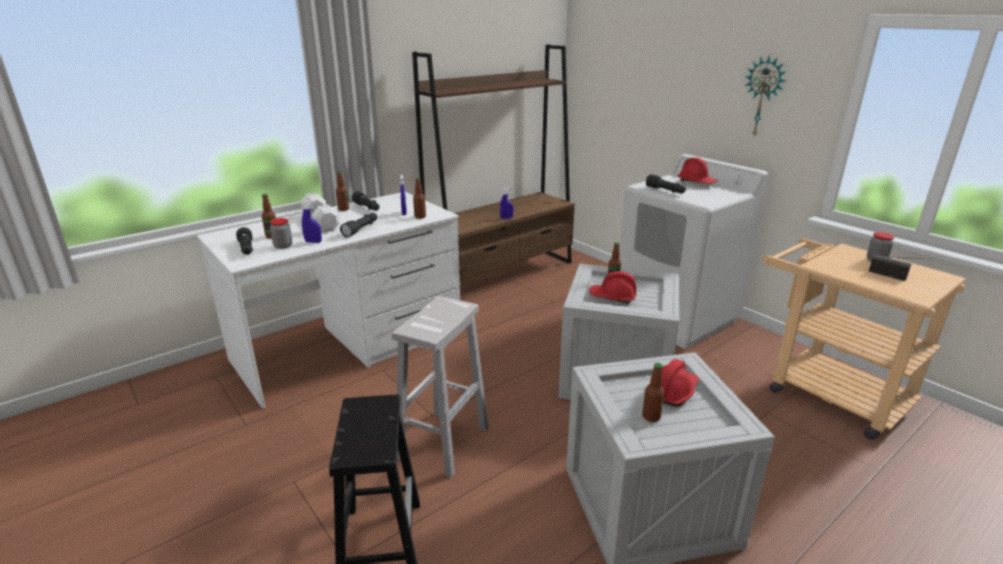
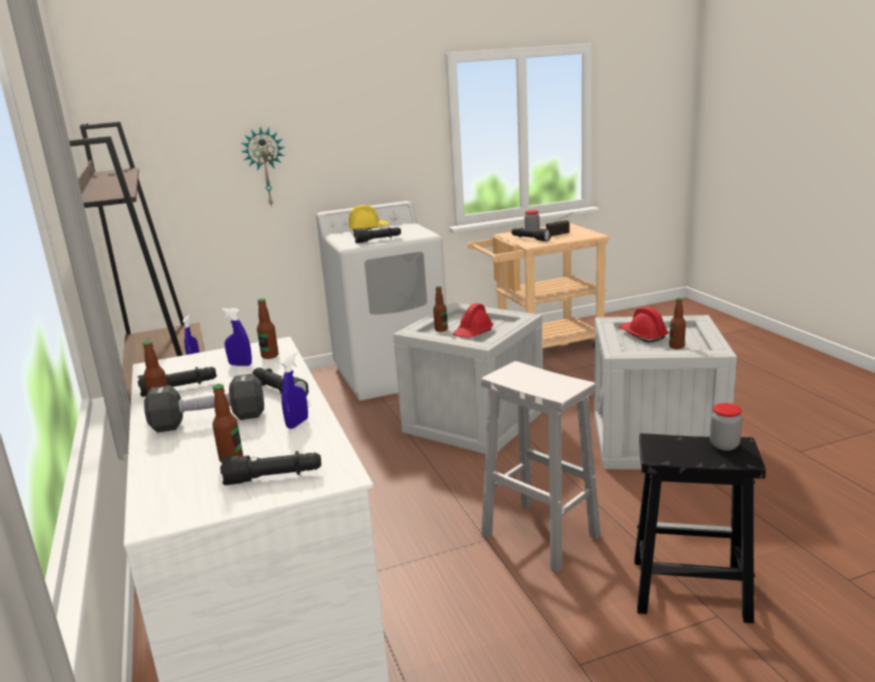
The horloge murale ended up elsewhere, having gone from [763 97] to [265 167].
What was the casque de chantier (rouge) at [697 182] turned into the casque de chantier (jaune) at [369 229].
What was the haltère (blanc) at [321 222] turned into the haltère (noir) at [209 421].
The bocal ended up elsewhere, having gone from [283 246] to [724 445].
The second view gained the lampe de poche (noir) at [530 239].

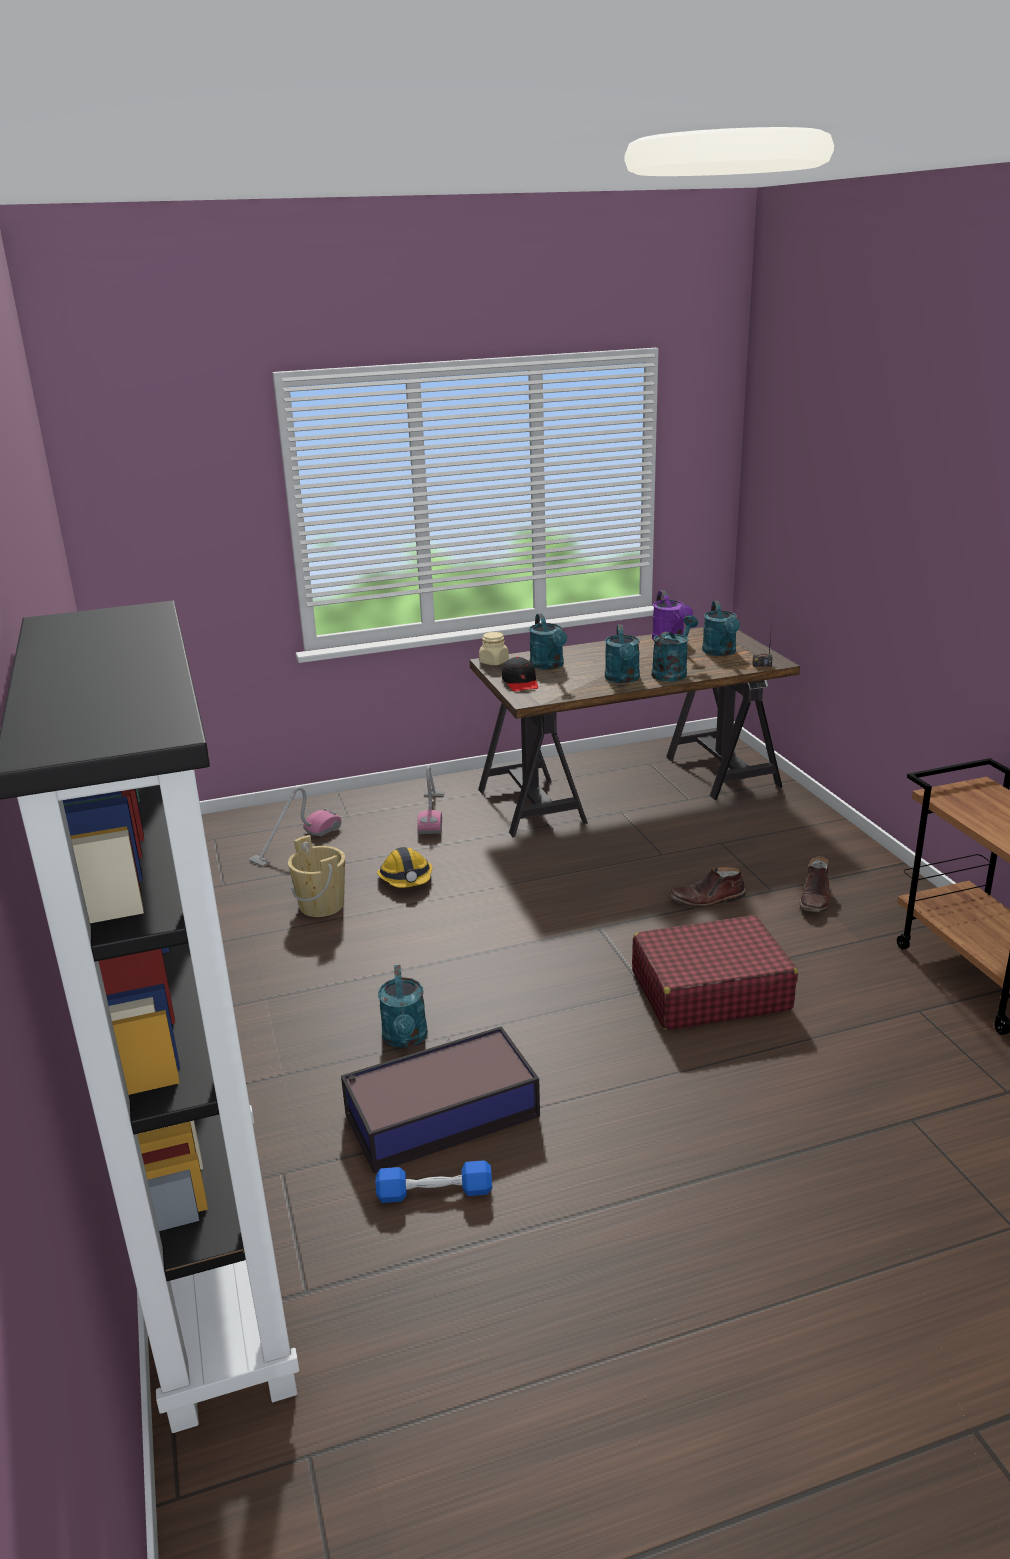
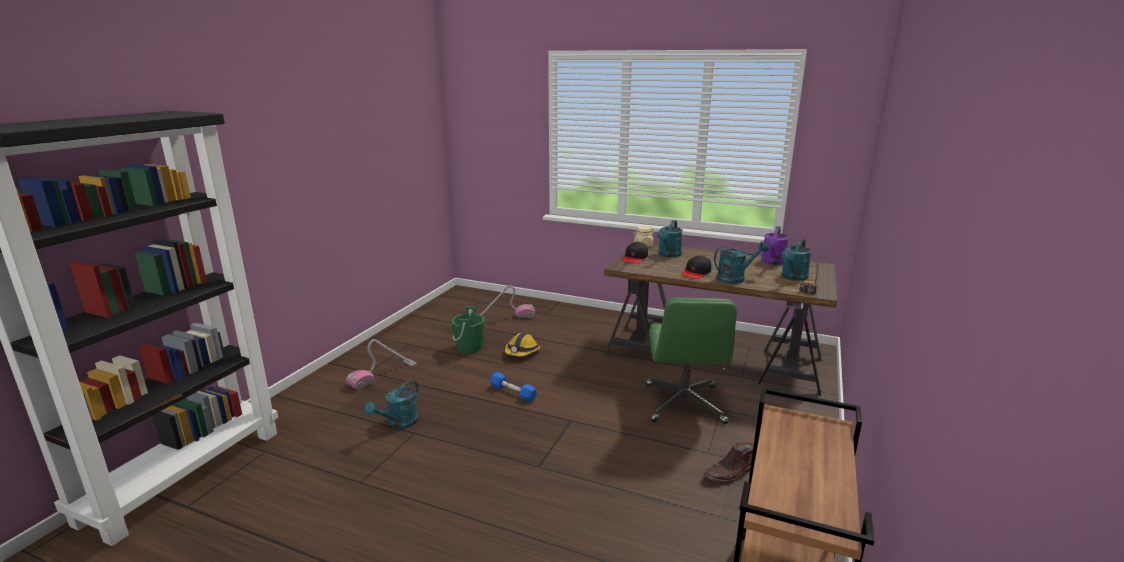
Where the arrosoir (turquoise) stood at [623 679], the casquette (noir) came to stand at [696 273].
The aspirateur ended up elsewhere, having gone from [432 813] to [383 375].
What was the seau (beige) at [321 905] turned into the seau (vert) at [469 347].
The second view lost the botte (marron) at [707 899].
The second view lost the valise (rouge) at [709 990].
The second view lost the boîte de rangement at [439 1115].
The haltère (bleu) ended up elsewhere, having gone from [434 1192] to [513 392].
The second view gained the chaise de bureau (vert) at [684 404].

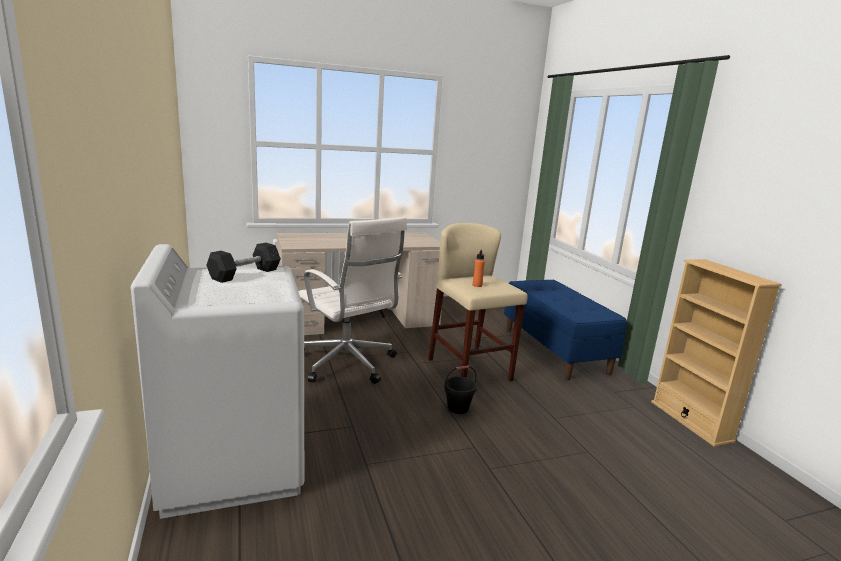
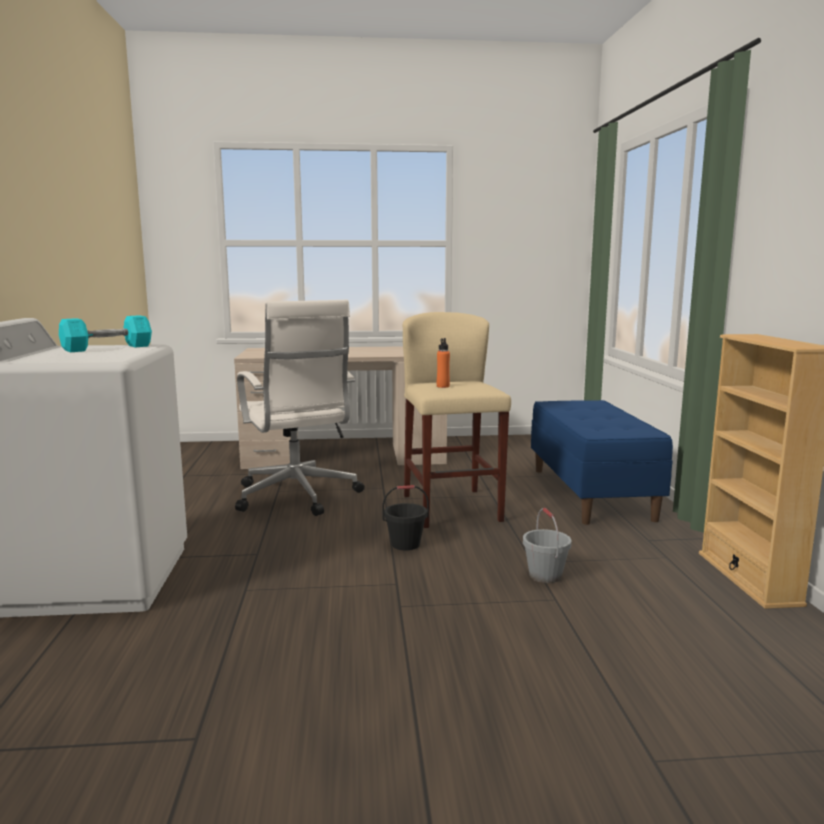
What was the haltère (noir) at [245 274] turned into the haltère (turquoise) at [107 348].
The second view gained the seau (gris) at [545 576].

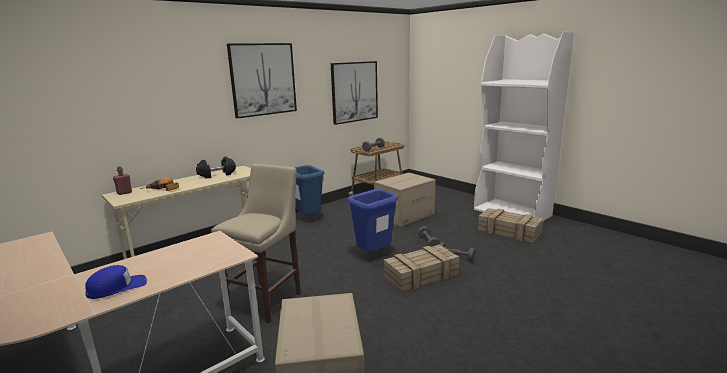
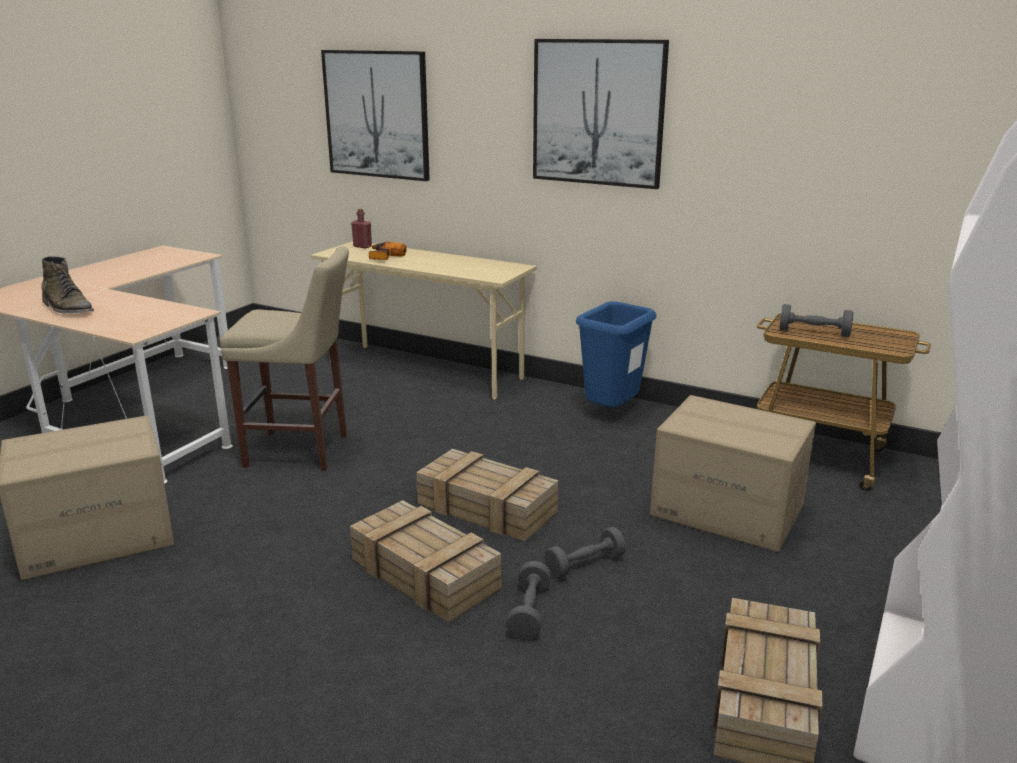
The tableau ended up elsewhere, having gone from [354 92] to [377 114].
The second view lost the haltère (noir) at [217 175].
Where the poubelle (bleu) stood at [374 255], the caisse came to stand at [489 508].
Where the casquette (bleu) stood at [117 287], the botte (vert) came to stand at [68 308].

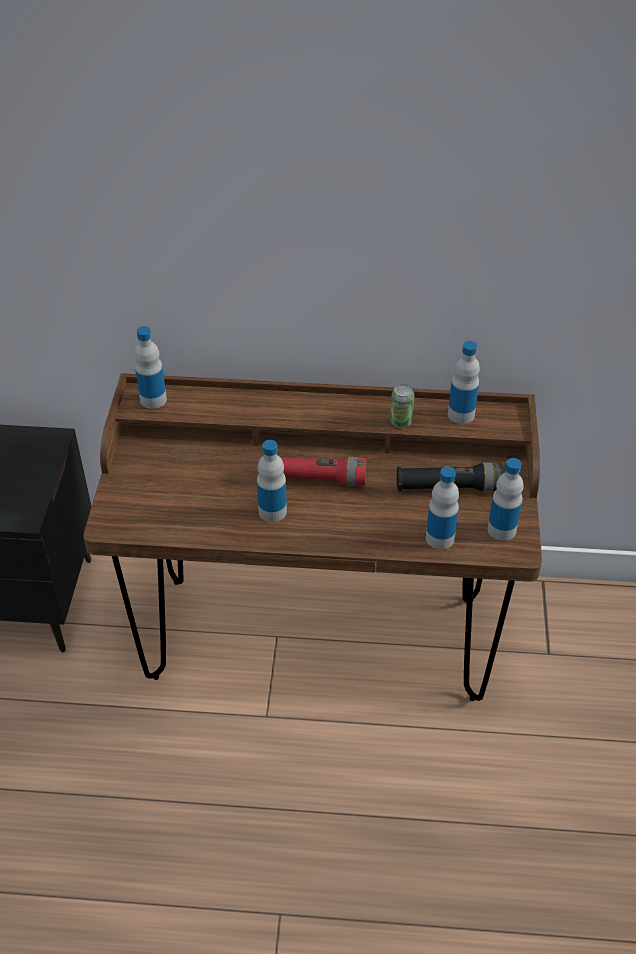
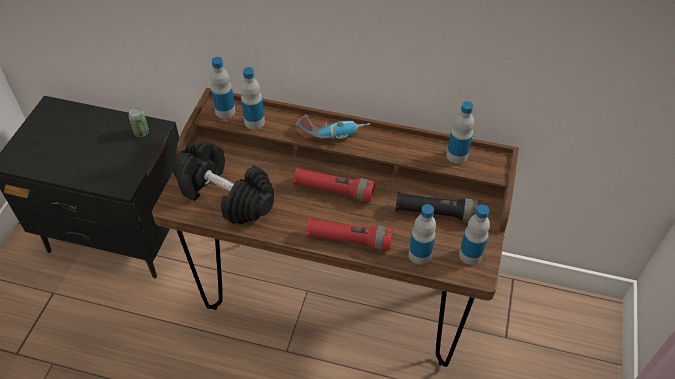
The boîte métallique ended up elsewhere, having gone from [401 421] to [141 132].
The bouteille ended up elsewhere, having gone from [272 511] to [254 122].
The second view gained the perceuse at [333 131].
The second view gained the haltère (noir) at [225 196].
The second view gained the lampe de poche (rouge) at [349 240].

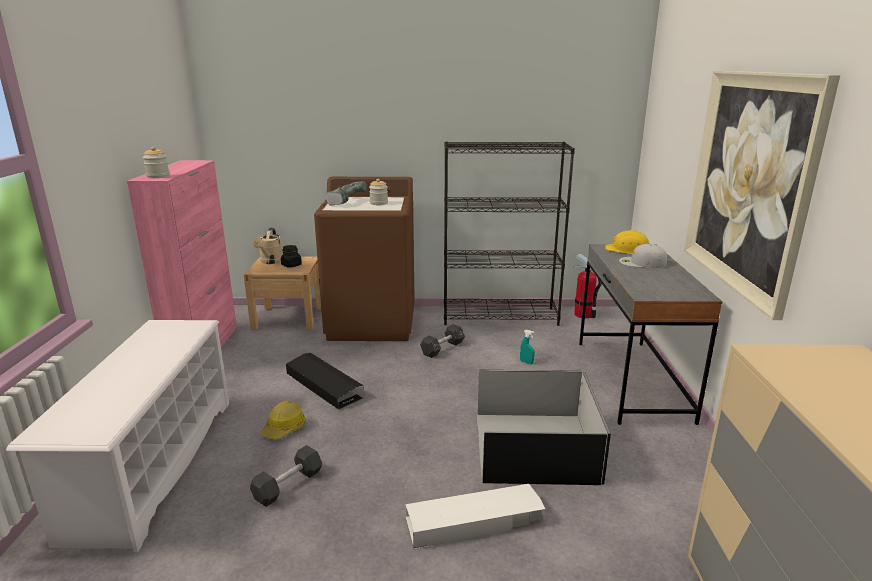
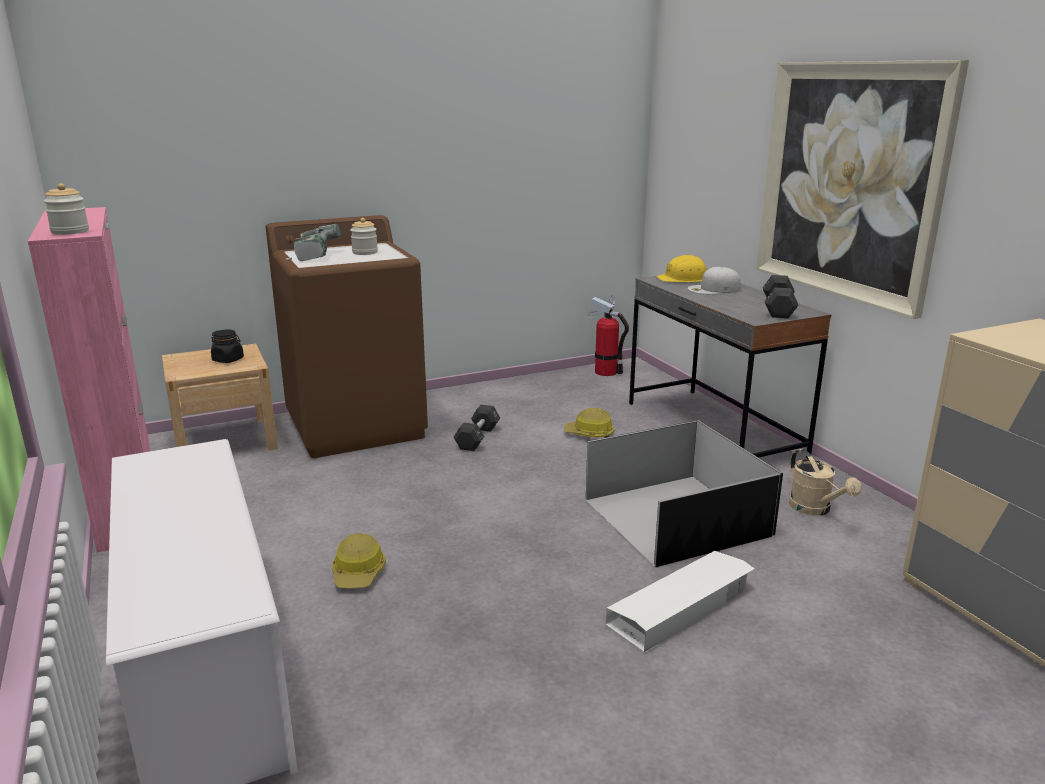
The second view lost the bibliothèque (noir) at [500 316].
The arrosoir (beige) ended up elsewhere, having gone from [270 262] to [815 509].
Where the vaporisateur (turquoise) stood at [526 362], the casque de chantier came to stand at [589 434].
The second view lost the boîte de rangement (noir) at [324 385].
The haltère (noir) ended up elsewhere, having gone from [288 485] to [778 309].

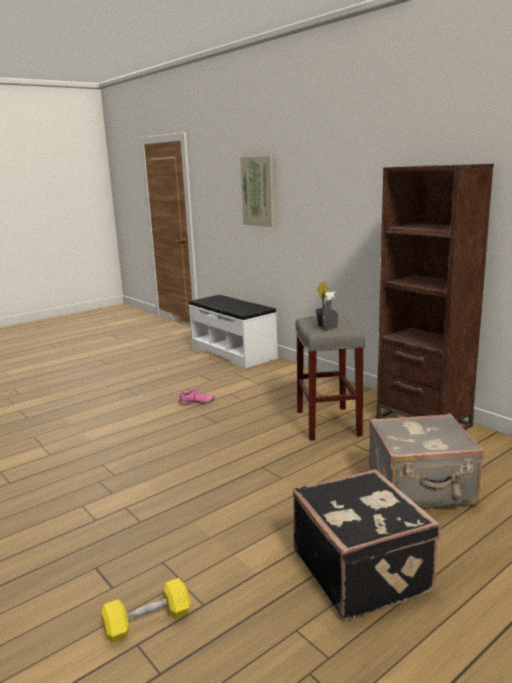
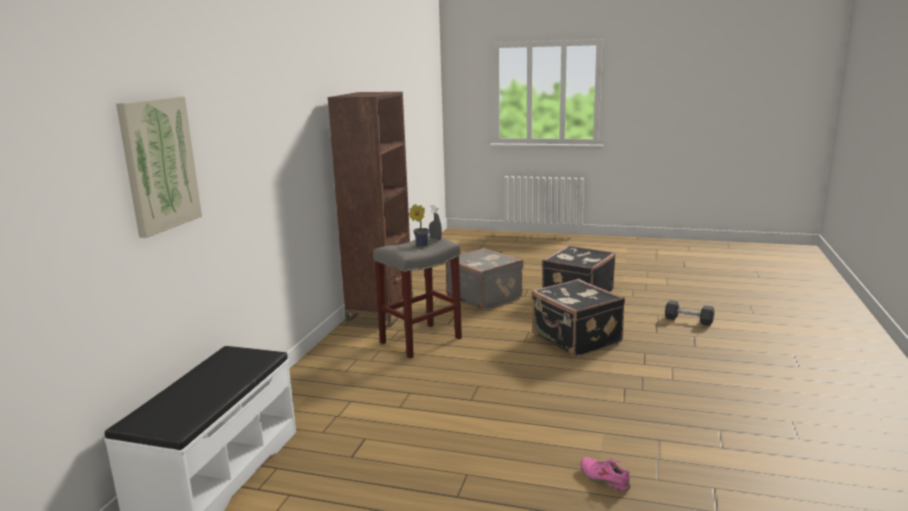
The chaussure (rose) ended up elsewhere, having gone from [197 403] to [605 479].
What was the haltère (jaune) at [148 622] turned into the haltère (gris) at [688 320].
The second view gained the valise (noir) at [575 339].

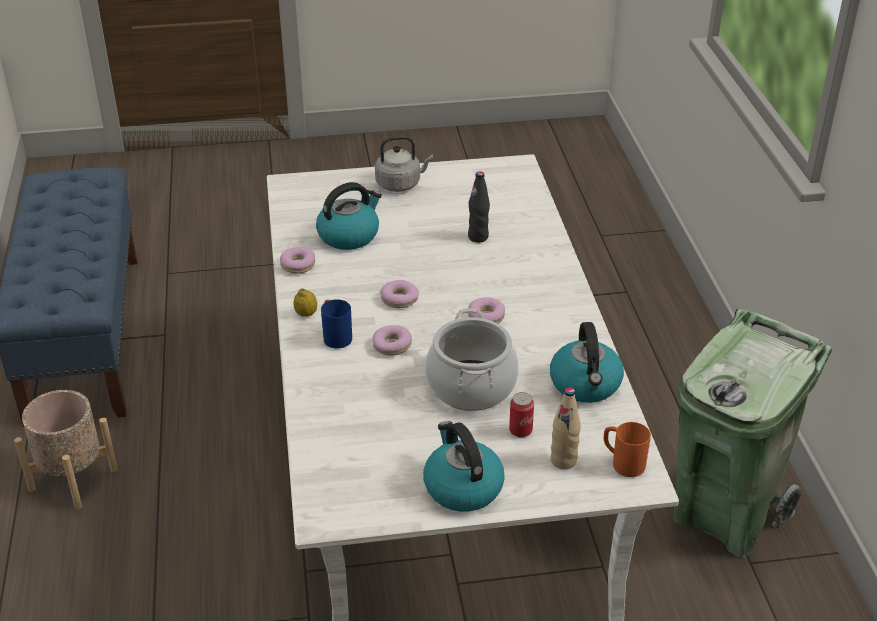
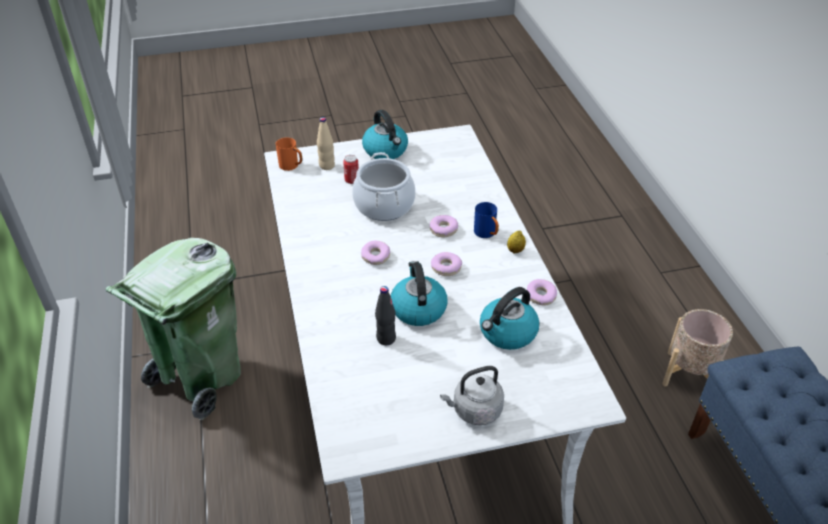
The bouilloire ended up elsewhere, having gone from [586 385] to [418 308].

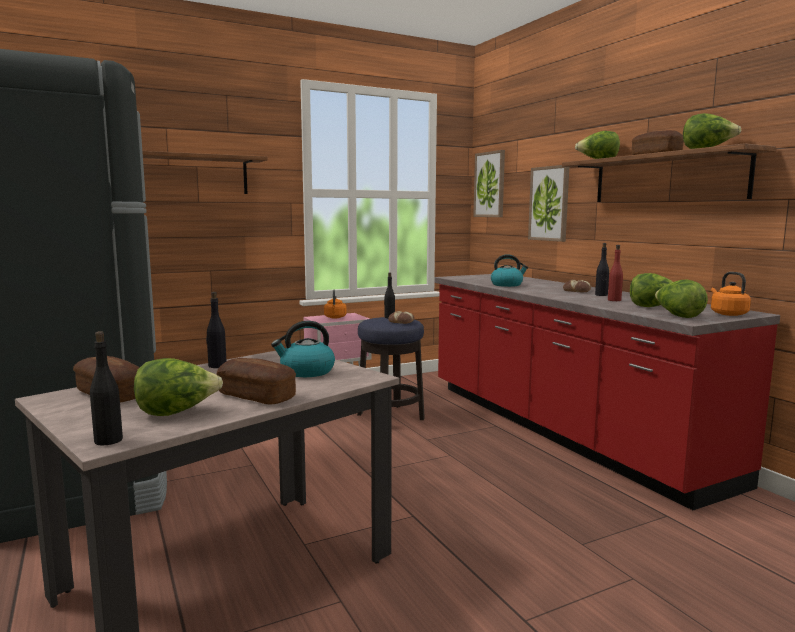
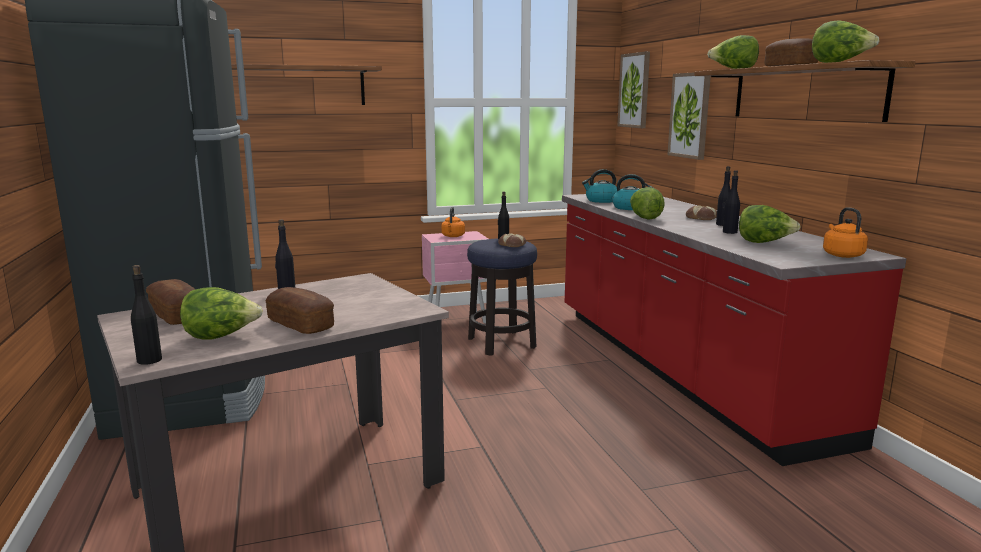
What was the bouteille (rouge) at [614 300] turned into the bouteille (noir) at [730 232].
The laitue ended up elsewhere, having gone from [678 316] to [644 218].
The bouilloire ended up elsewhere, having gone from [306 372] to [601 201].

